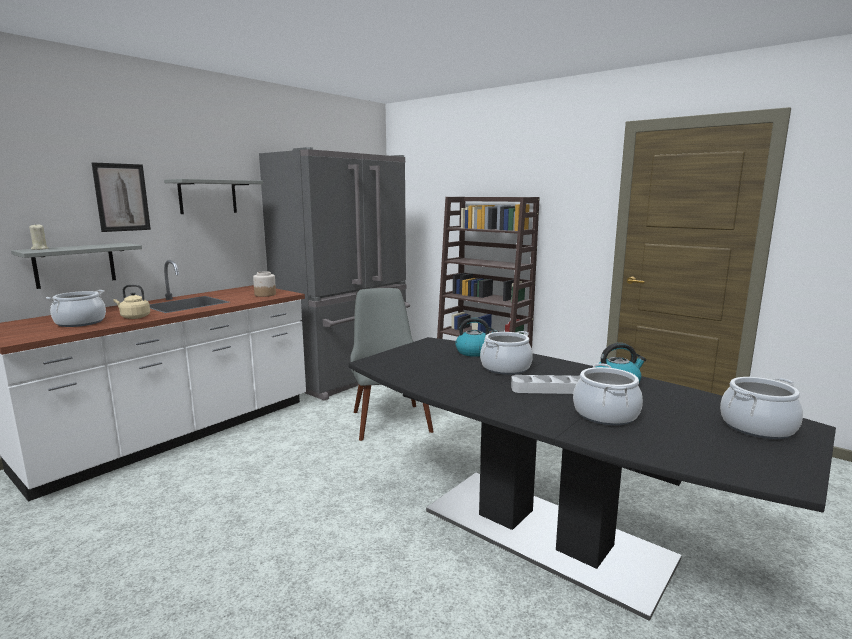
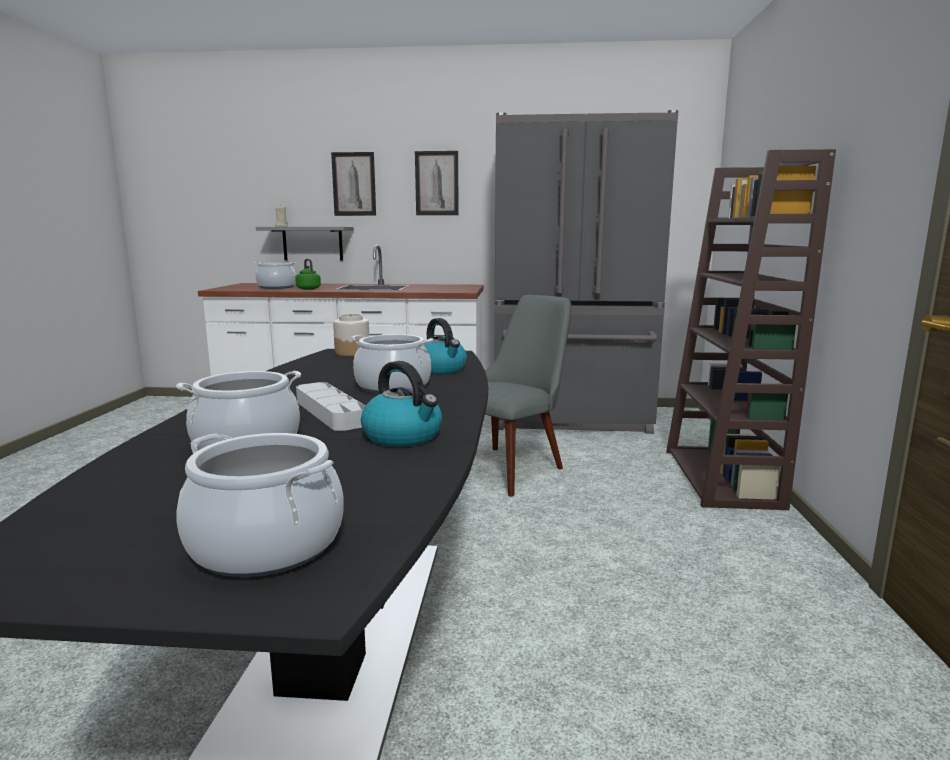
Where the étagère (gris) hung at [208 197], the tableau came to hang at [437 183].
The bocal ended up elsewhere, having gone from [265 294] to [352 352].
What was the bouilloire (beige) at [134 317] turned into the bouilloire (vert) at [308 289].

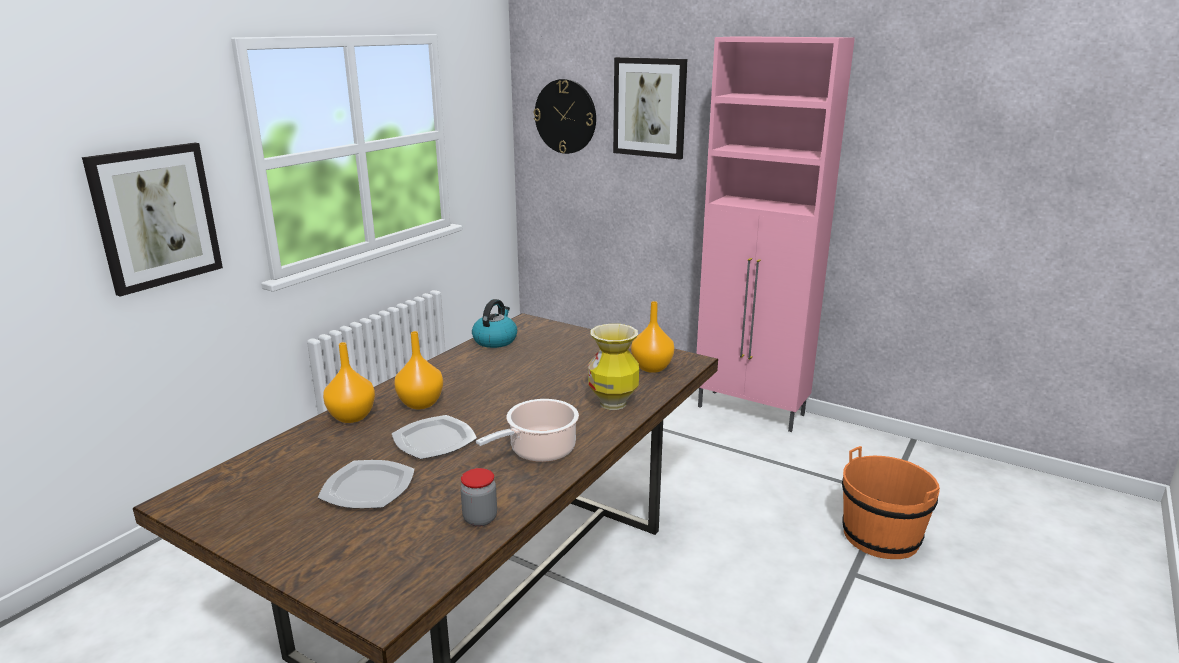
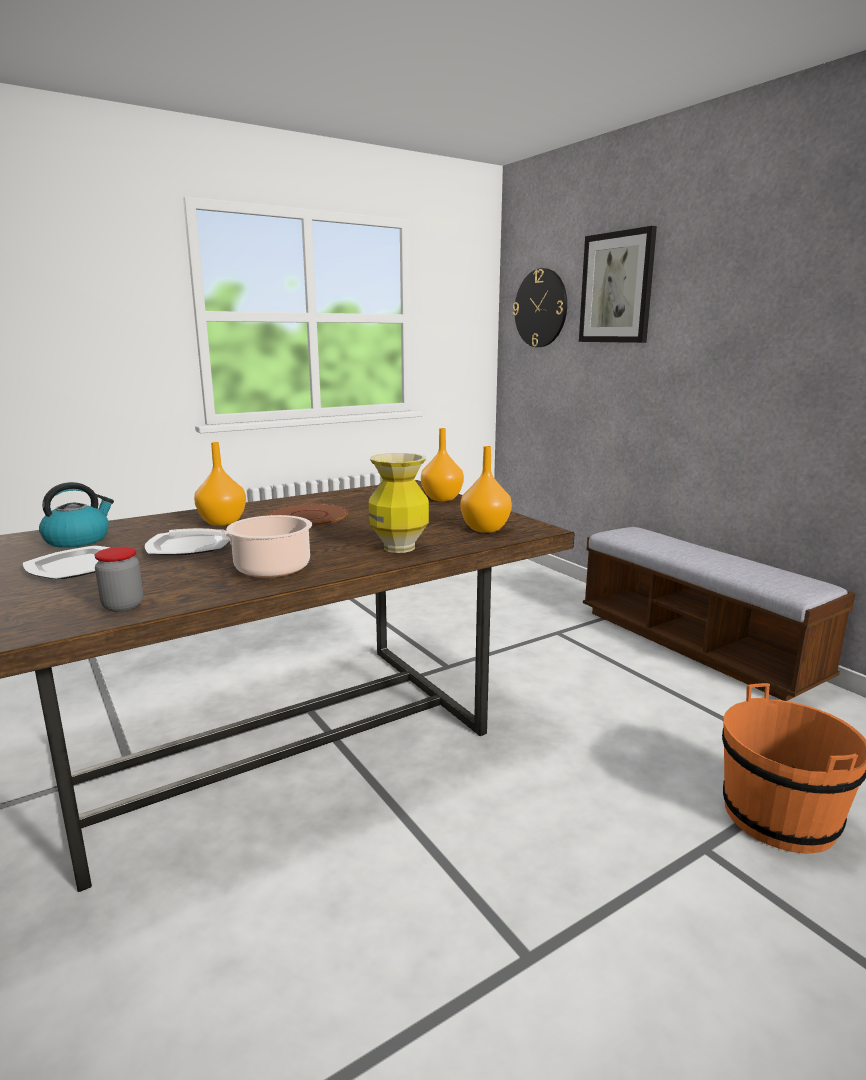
Where the meuble de rangement (rose) stood at [751 411], the banc came to stand at [695 644].
The second view lost the tableau at [156 217].
The bouilloire ended up elsewhere, having gone from [495 340] to [78 540].
The vase (orange) ended up elsewhere, having gone from [351 416] to [441 498].
The second view gained the assiette (marron) at [308 516].

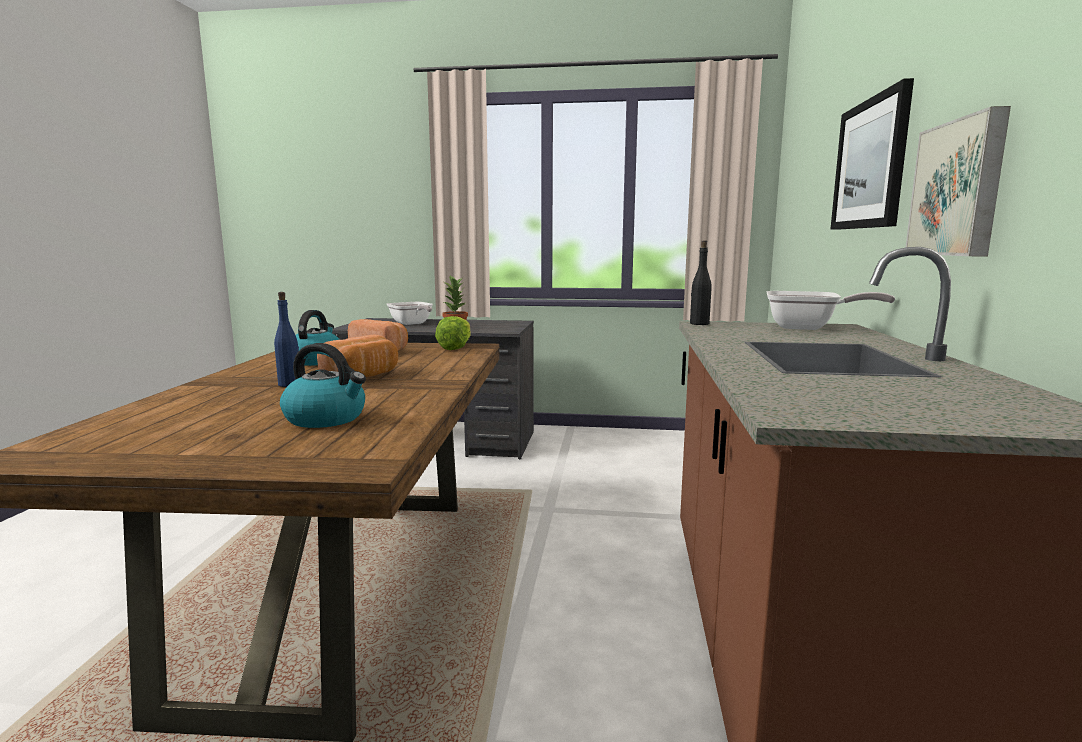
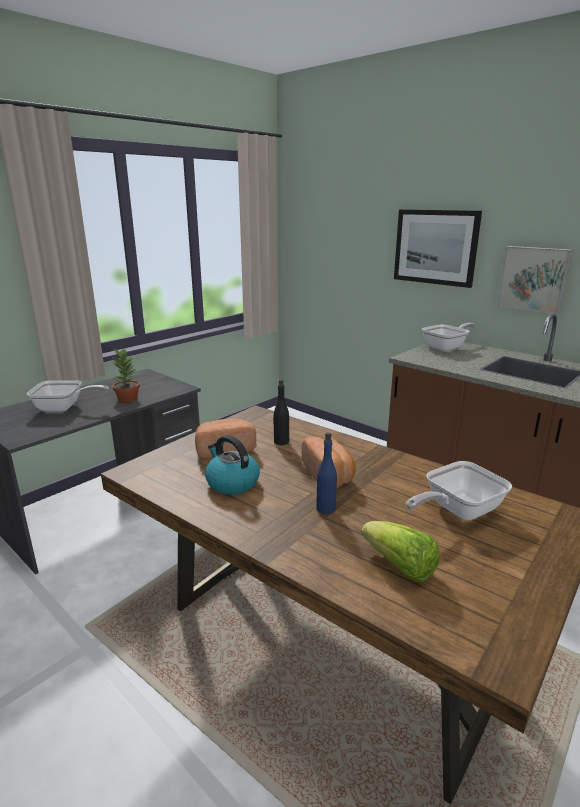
The bouteille (noir) ended up elsewhere, having gone from [699 323] to [281 442].
The laitue ended up elsewhere, having gone from [455 347] to [399 567].
Where the bouilloire stood at [327 418], the poêle came to stand at [457 511].

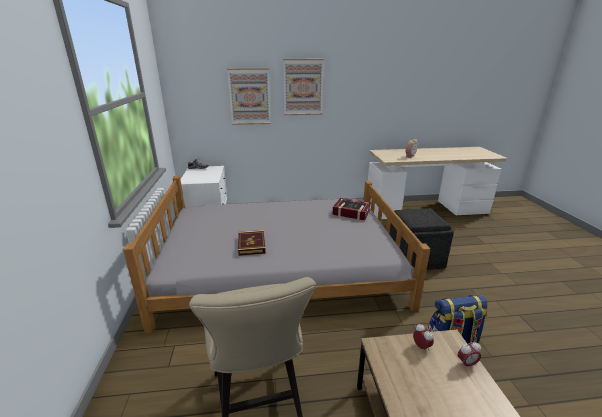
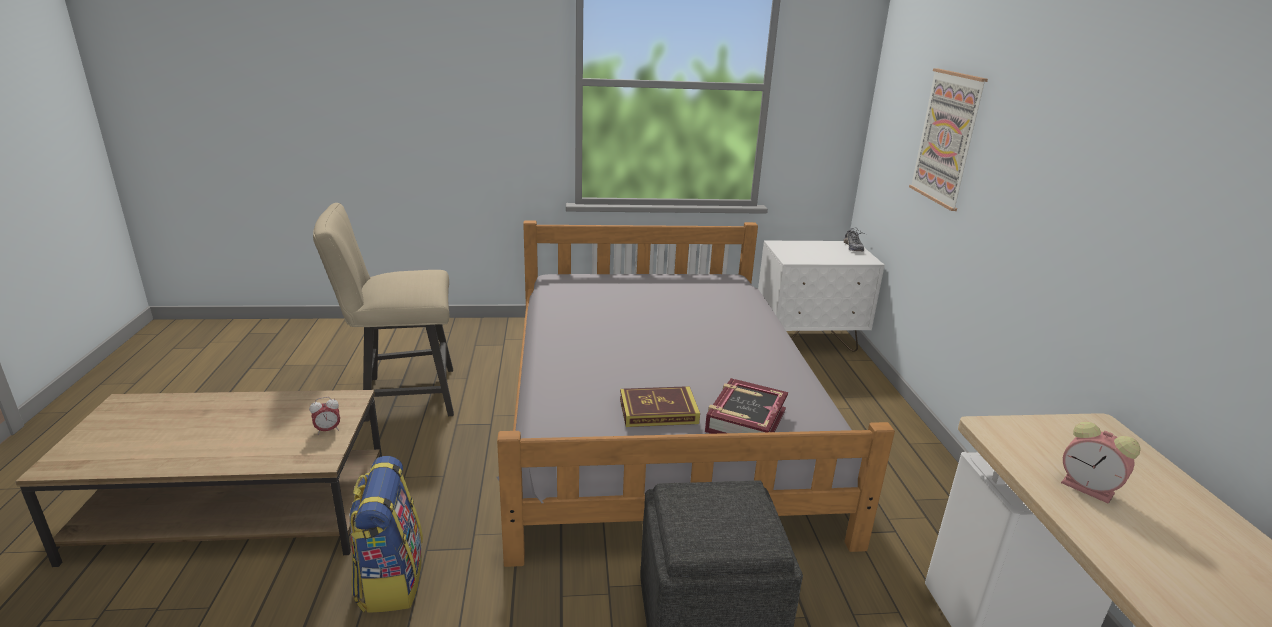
The second view lost the tableau at [303 87].
The livre ended up elsewhere, having gone from [251 244] to [658 411].
The second view lost the réveil at [466 364].

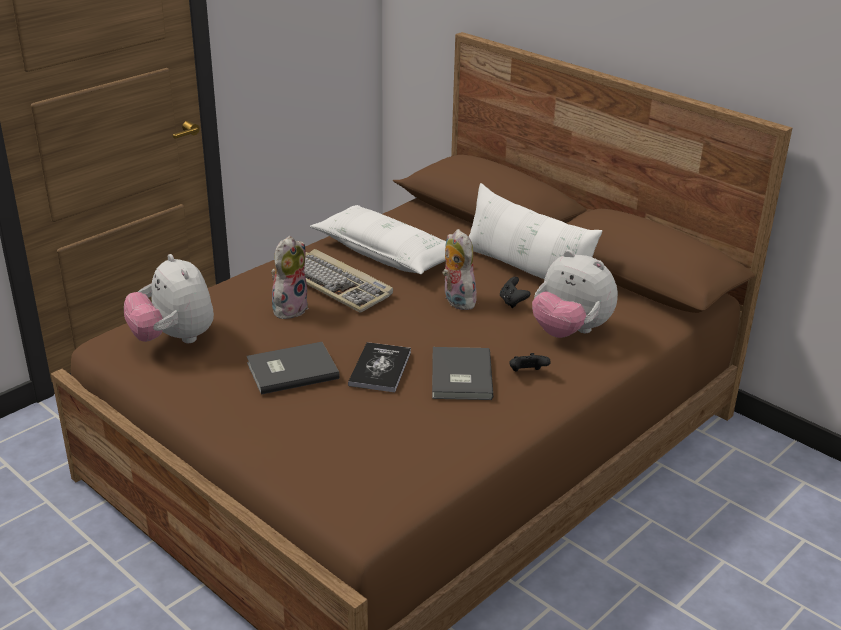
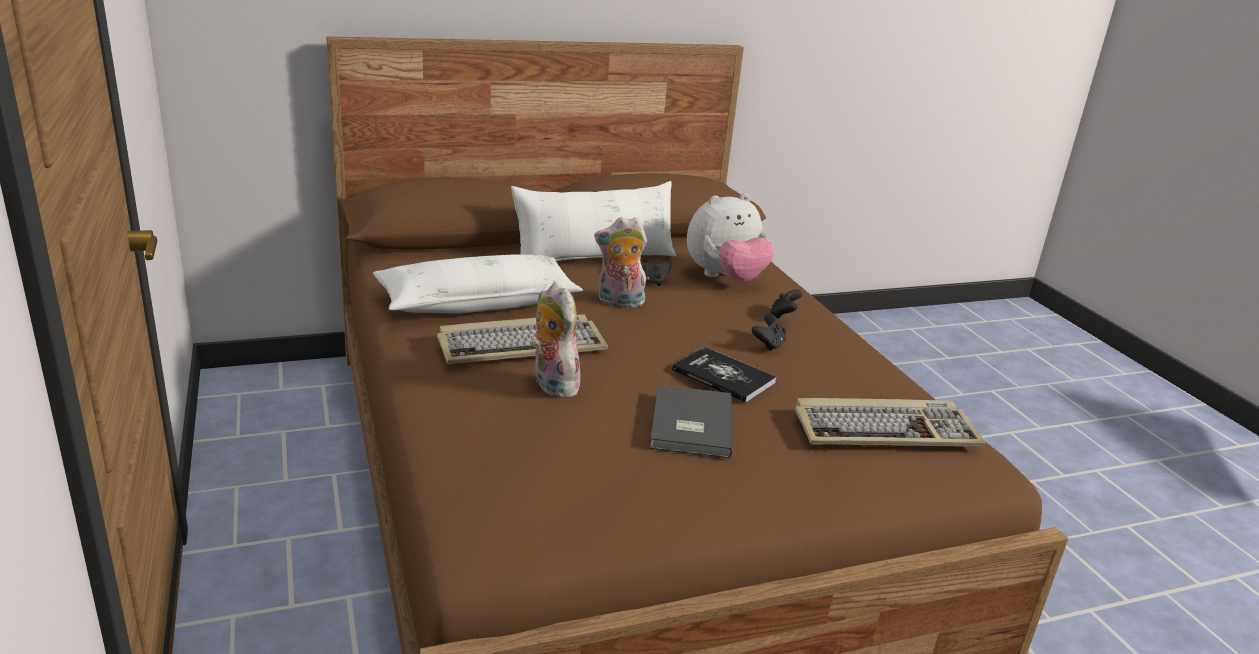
The second view lost the peluche at [174 339].
Where the livre (gris) stood at [459 377], the manette (noir) came to stand at [768 344].
The second view gained the clavier at [885 429].

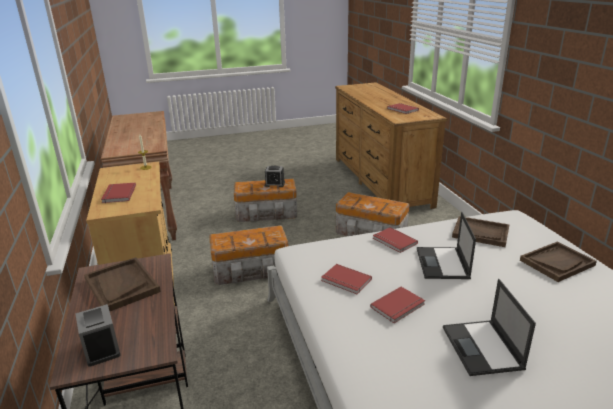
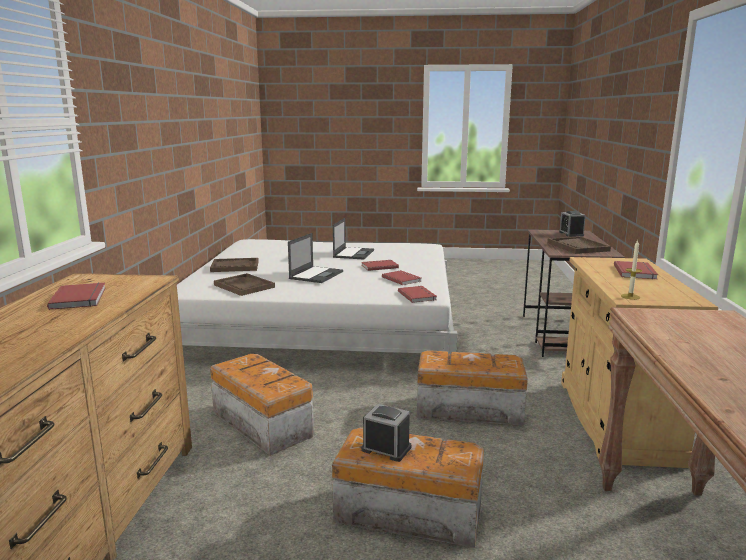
The livre (rouge) ended up elsewhere, having gone from [394 241] to [418 295].

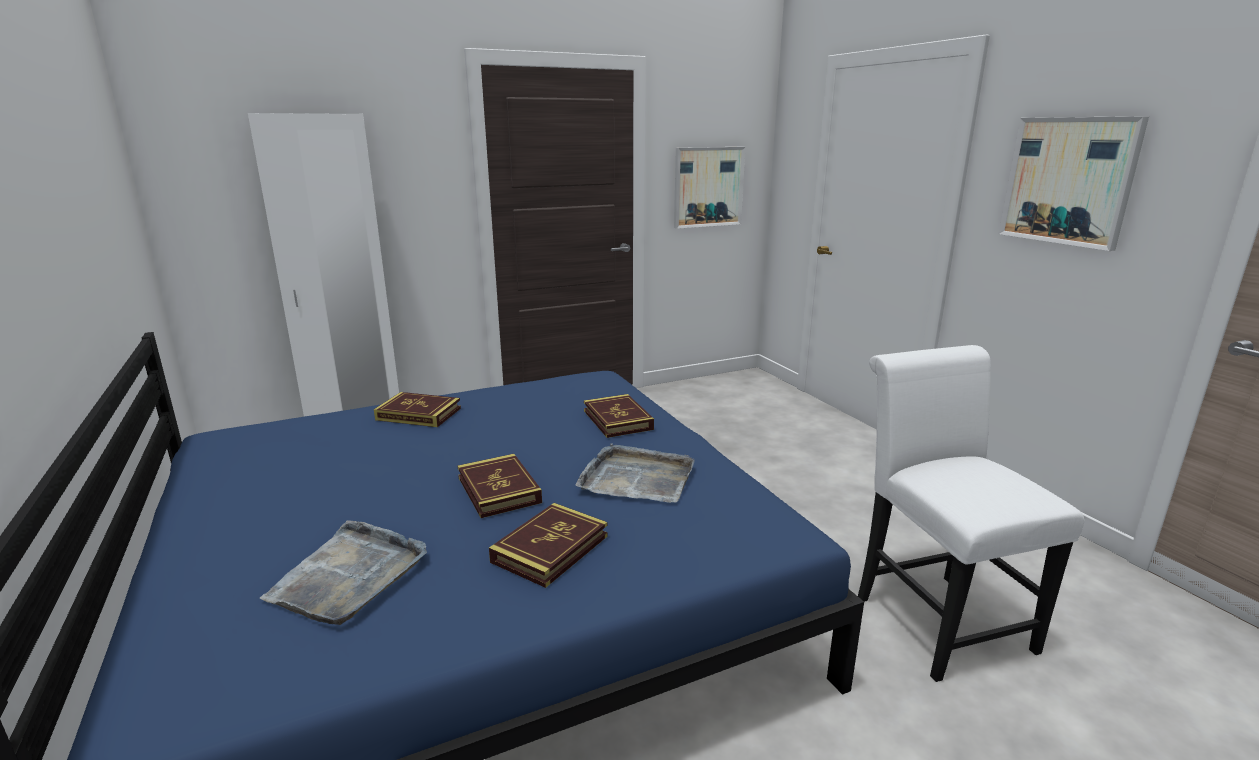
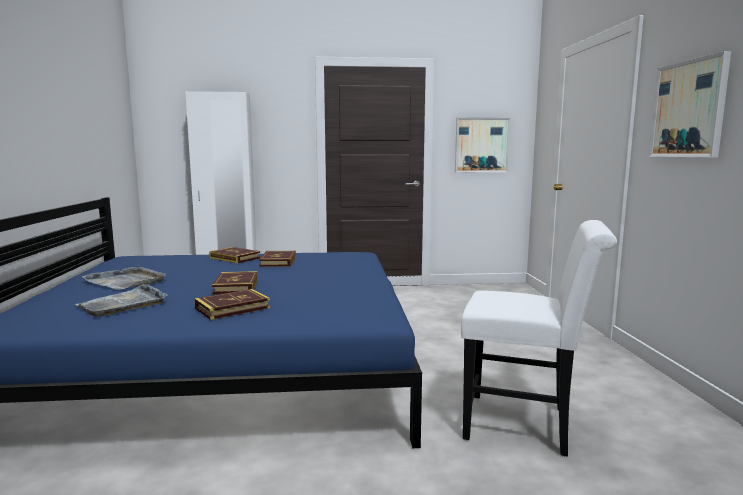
The chaise (blanc) at [934 616] ended up facing another way, 105 degrees clockwise from before.
The livre ended up elsewhere, having gone from [617 420] to [278 261].
The plateau (gris) ended up elsewhere, having gone from [637 478] to [127 281].

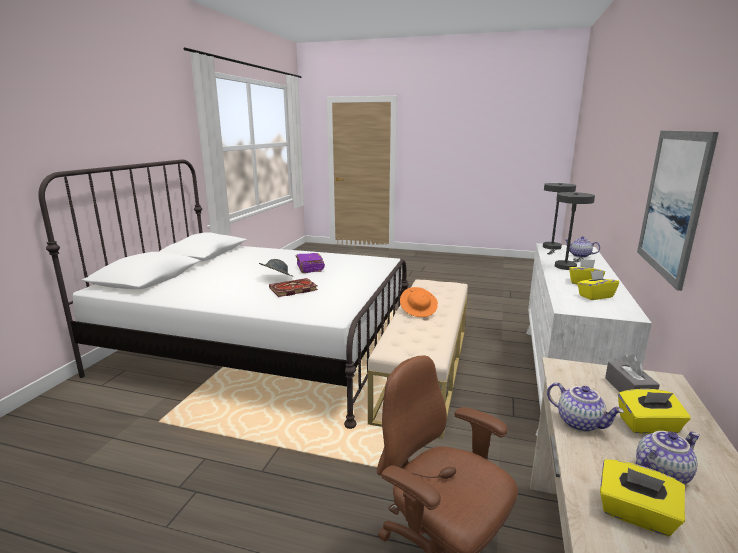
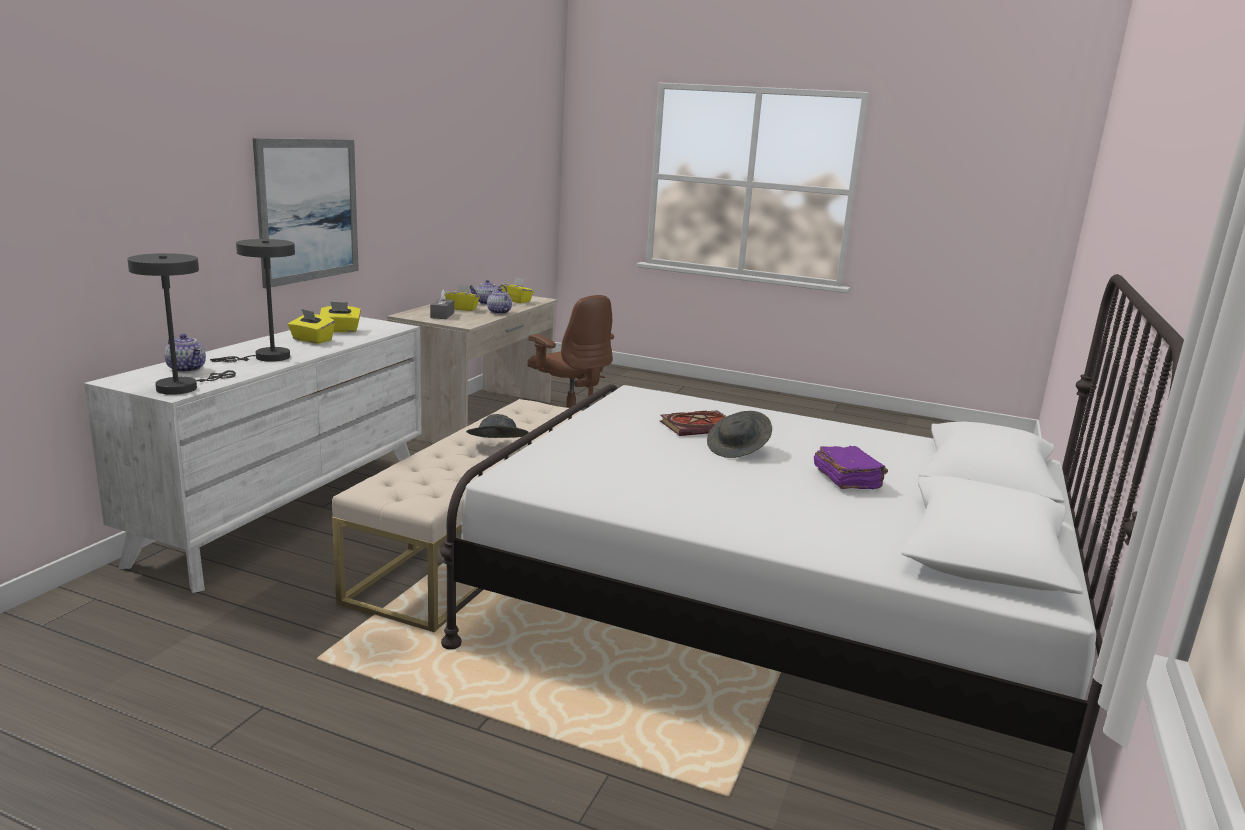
The livre (violet) ended up elsewhere, having gone from [310 268] to [847 479].
What was the chapeau (orange) at [418 310] turned into the chapeau (gris) at [496 446].

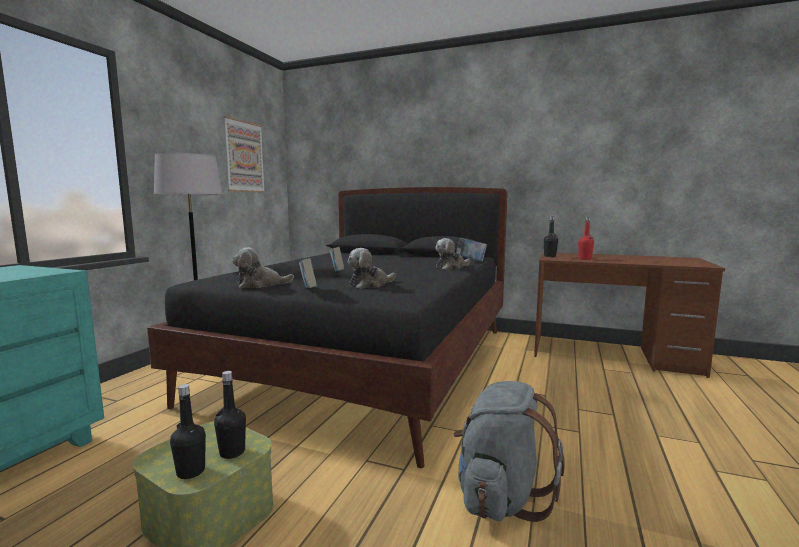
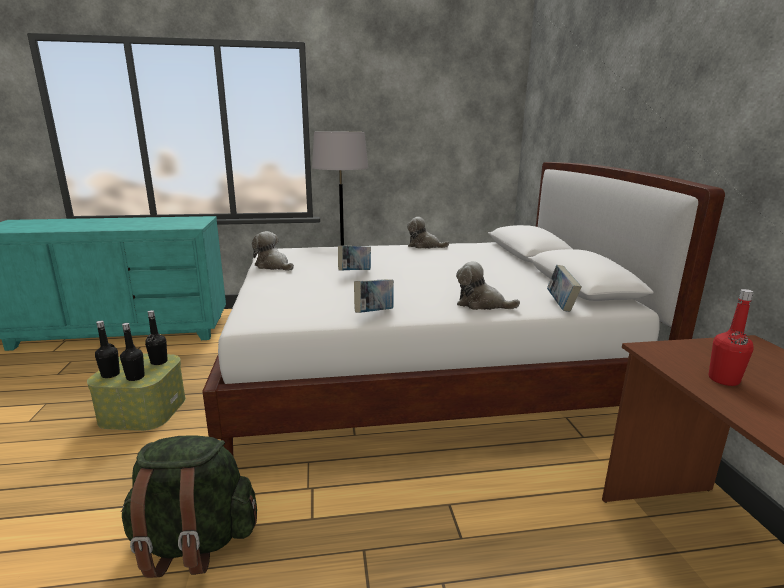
The second view lost the tableau at [244 157].
What was the lit (noir) at [370 362] turned into the lit (blanc) at [423 381].
The bouteille (noir) ended up elsewhere, having gone from [550 256] to [159 362].
The peluche ended up elsewhere, having gone from [370 284] to [424 246].
The livre ended up elsewhere, having gone from [308 290] to [374 313].
What was the sac à dos (gris) at [500 496] turned into the sac à dos (vert) at [194 542].

